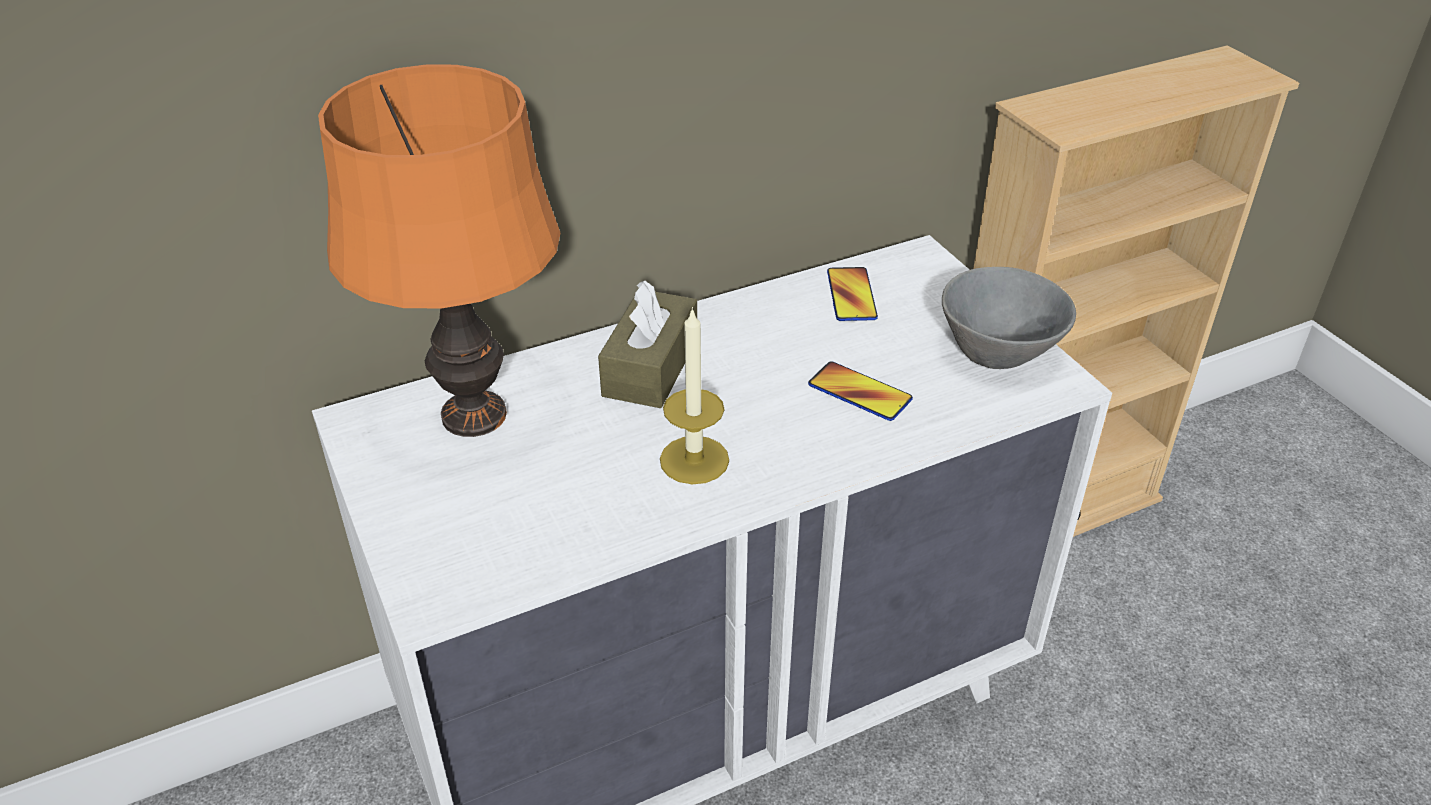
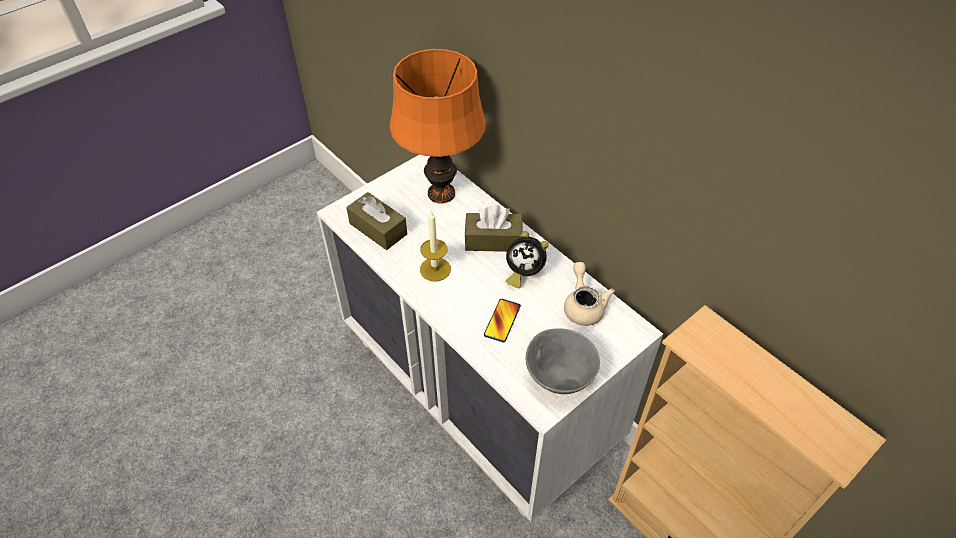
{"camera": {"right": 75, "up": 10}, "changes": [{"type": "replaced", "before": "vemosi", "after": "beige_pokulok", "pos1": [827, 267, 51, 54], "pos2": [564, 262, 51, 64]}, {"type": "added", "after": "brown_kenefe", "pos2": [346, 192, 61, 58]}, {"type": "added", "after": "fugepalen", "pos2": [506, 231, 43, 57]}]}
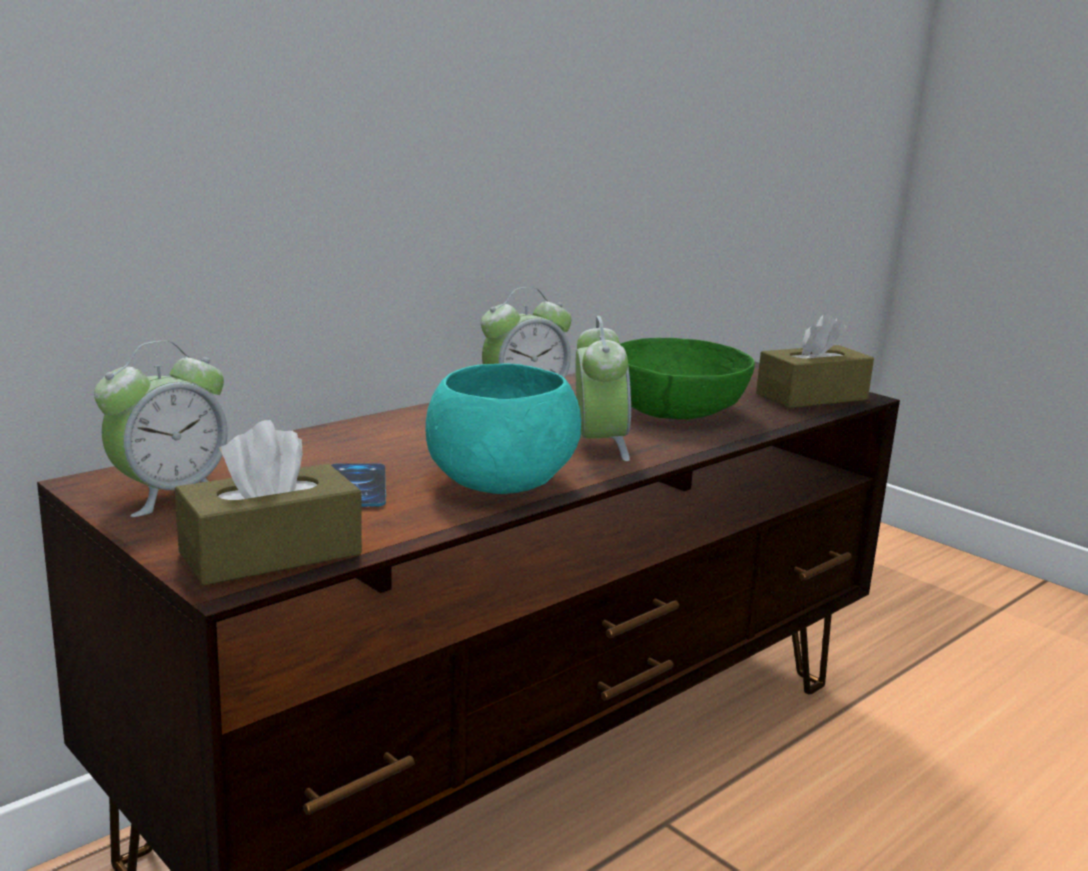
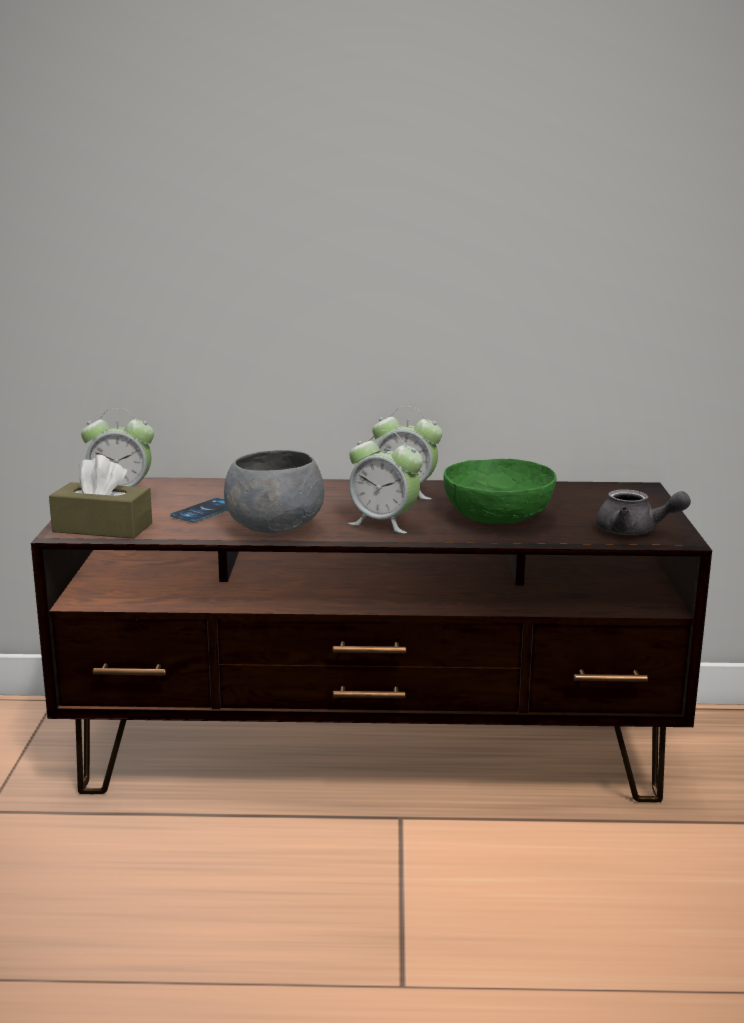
{"camera": {"right": 45, "up": 0}, "changes": [{"type": "replaced", "before": "brown_kenefe", "after": "grey_pokulok", "pos1": [756, 313, 118, 95], "pos2": [596, 489, 95, 46]}, {"type": "turned", "before": "fugepalen", "pos1": [575, 316, 56, 145], "pos2": [348, 431, 75, 102], "turn": 75}, {"type": "recoloured", "before": "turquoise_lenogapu", "after": "grey_lenogapu", "pos1": [425, 364, 156, 130], "pos2": [224, 450, 101, 83]}]}
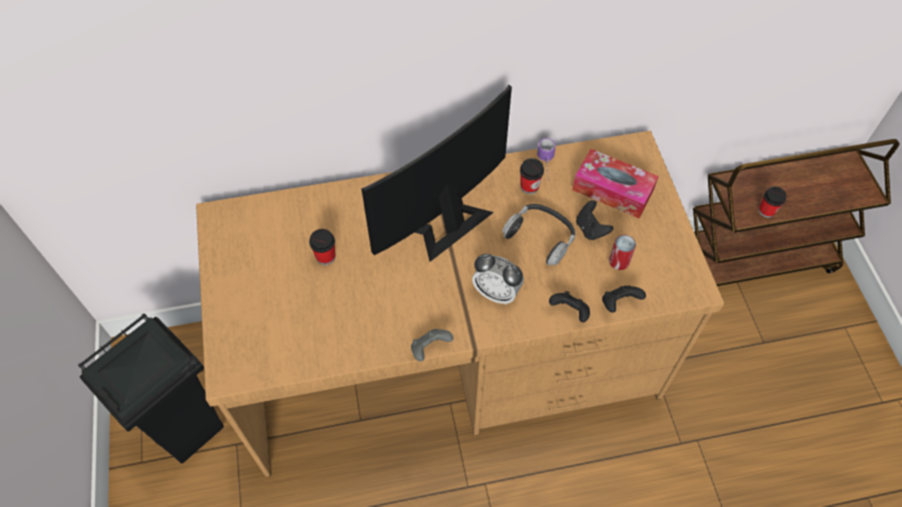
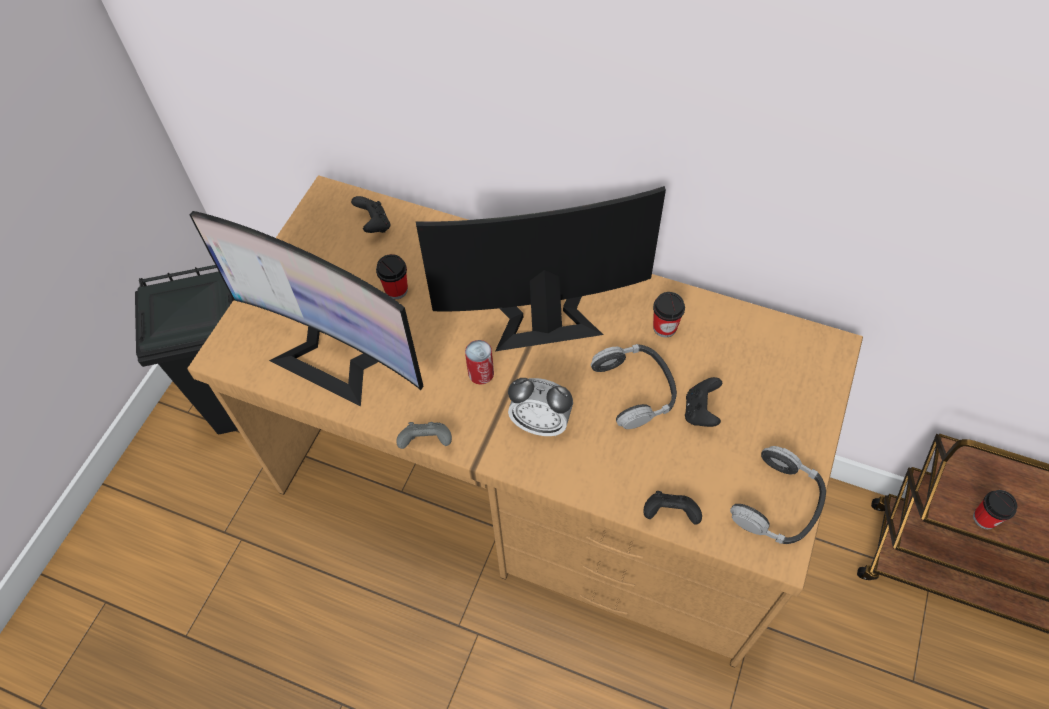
{"camera": {"right": 35, "up": 0}, "changes": [{"type": "removed", "before": "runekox", "pos1": [537, 138, 19, 43]}, {"type": "removed", "before": "kenefe", "pos1": [572, 149, 87, 69]}, {"type": "moved", "before": "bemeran", "pos1": [609, 235, 27, 35], "pos2": [465, 340, 29, 45]}, {"type": "turned", "before": "fugepalen", "pos1": [472, 254, 52, 51], "pos2": [508, 378, 65, 58], "turn": -45}, {"type": "moved", "before": "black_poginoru", "pos1": [549, 291, 41, 31], "pos2": [351, 196, 39, 37]}, {"type": "added", "after": "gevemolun", "pos2": [189, 211, 235, 195]}, {"type": "added", "after": "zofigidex", "pos2": [730, 446, 96, 98]}]}
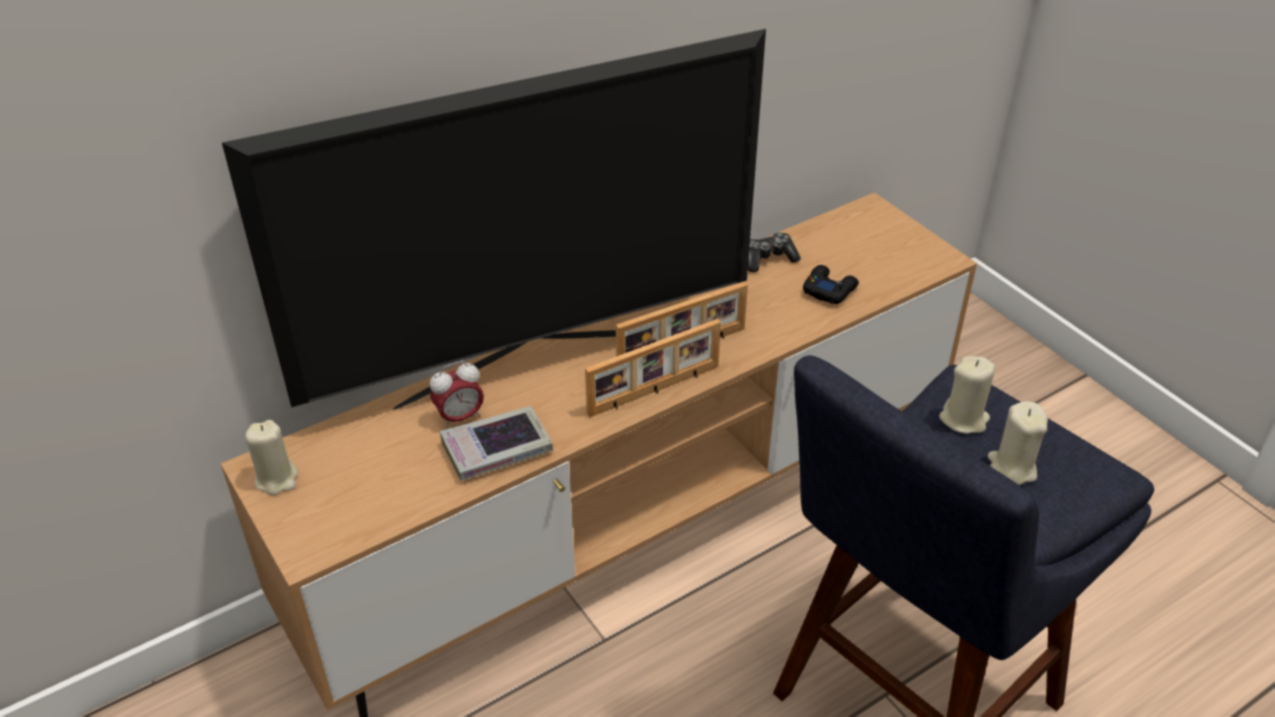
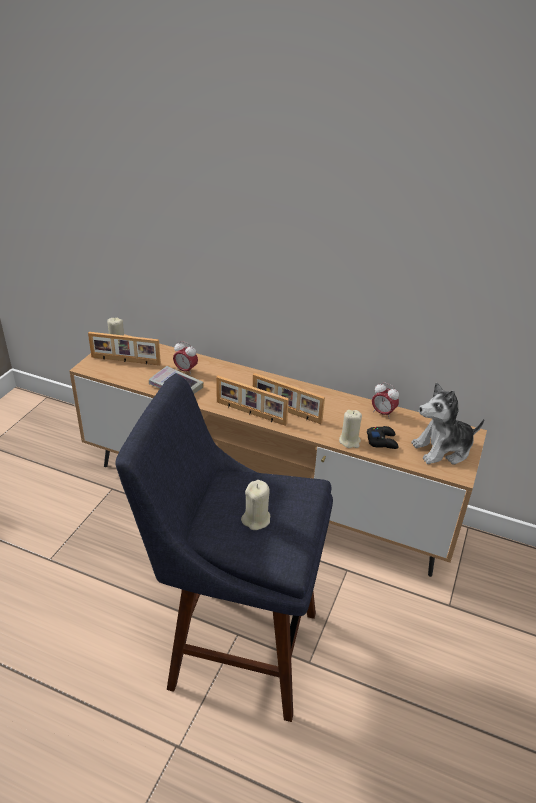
{"camera": {"right": 55, "up": -5}, "changes": [{"type": "removed", "before": "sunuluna", "pos1": [222, 29, 544, 381]}, {"type": "replaced", "before": "poginoru", "after": "fugepalen", "pos1": [748, 232, 53, 40], "pos2": [372, 382, 27, 37]}, {"type": "moved", "before": "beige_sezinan", "pos1": [939, 356, 56, 78], "pos2": [339, 410, 23, 38]}, {"type": "added", "after": "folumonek", "pos2": [88, 332, 73, 33]}, {"type": "added", "after": "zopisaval", "pos2": [411, 382, 73, 83]}]}
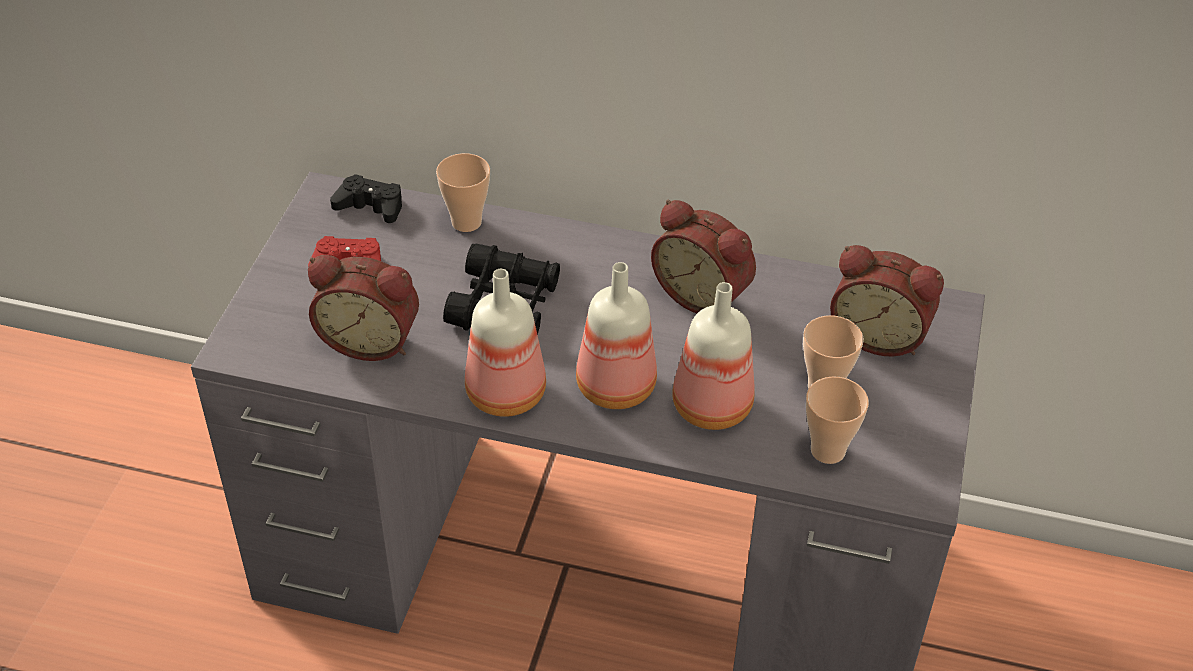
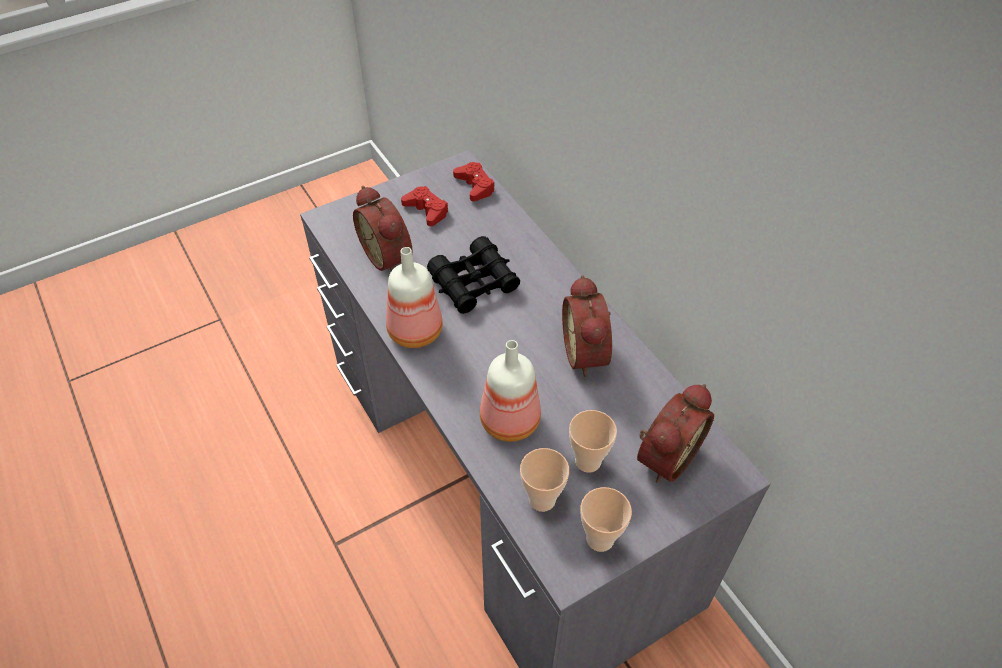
{"camera": {"right": 45, "up": 5}, "changes": [{"type": "moved", "before": "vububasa", "pos1": [436, 153, 54, 79], "pos2": [581, 487, 51, 65]}, {"type": "recoloured", "before": "black_poginoru", "after": "red_poginoru", "pos1": [330, 174, 72, 49], "pos2": [453, 162, 42, 39]}, {"type": "turned", "before": "fugepalen", "pos1": [830, 245, 114, 111], "pos2": [637, 384, 77, 99], "turn": -120}, {"type": "removed", "before": "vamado", "pos1": [576, 262, 81, 147]}]}
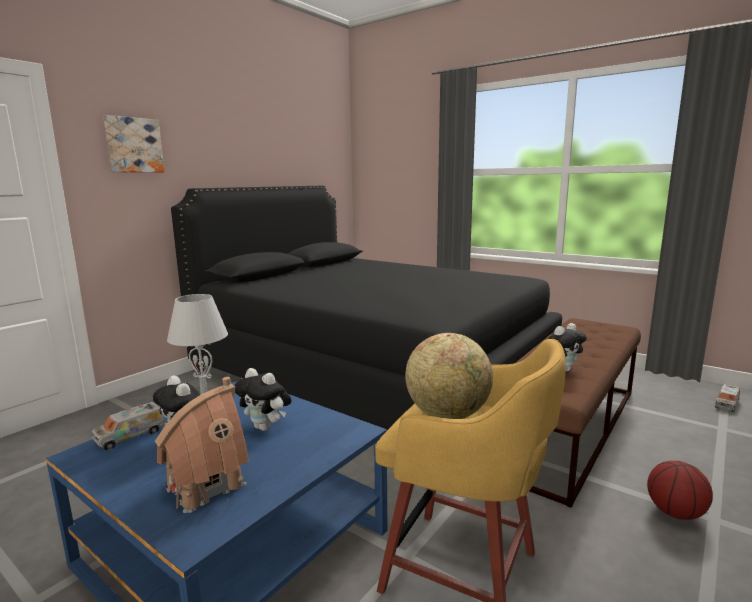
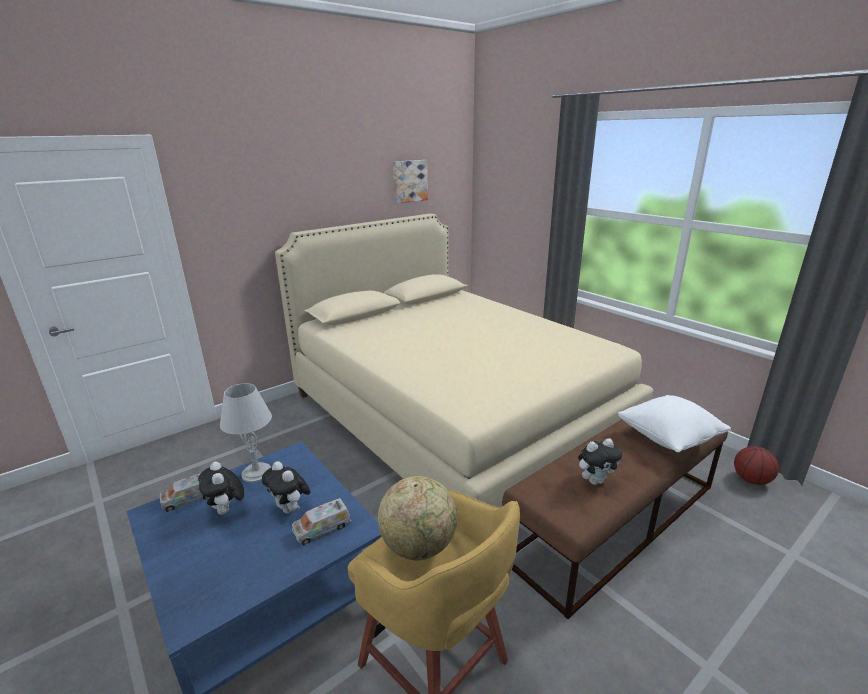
{"camera": {"right": 15, "up": 10}, "changes": [{"type": "moved", "before": "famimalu", "pos1": [103, 115, 62, 58], "pos2": [393, 160, 35, 44]}, {"type": "recoloured", "before": "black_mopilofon", "after": "beige_mopilofon", "pos1": [171, 186, 391, 244], "pos2": [275, 214, 378, 293]}, {"type": "removed", "before": "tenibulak", "pos1": [155, 377, 94, 136]}, {"type": "moved", "before": "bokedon", "pos1": [715, 384, 25, 28], "pos2": [292, 498, 59, 47]}, {"type": "moved", "before": "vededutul", "pos1": [647, 461, 66, 59], "pos2": [734, 446, 45, 39]}, {"type": "added", "after": "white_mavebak", "pos2": [618, 395, 113, 57]}]}
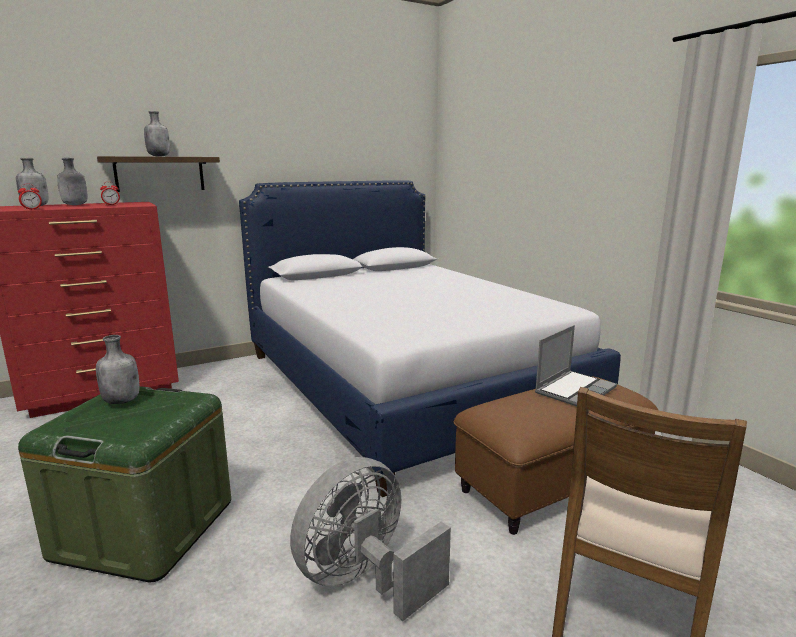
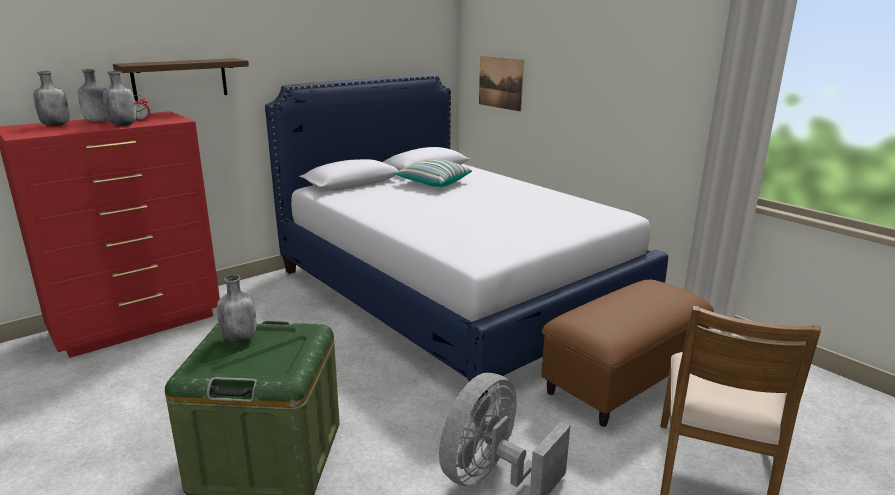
{"camera": {"right": -10, "up": 5}, "changes": [{"type": "moved", "before": "grey_vamado", "pos1": [144, 111, 26, 46], "pos2": [103, 71, 34, 55]}, {"type": "removed", "before": "fugepalen", "pos1": [18, 184, 24, 26]}, {"type": "removed", "before": "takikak", "pos1": [535, 325, 82, 81]}, {"type": "added", "after": "famimalu", "pos2": [479, 56, 45, 56]}, {"type": "added", "after": "mavebak", "pos2": [394, 159, 78, 28]}]}
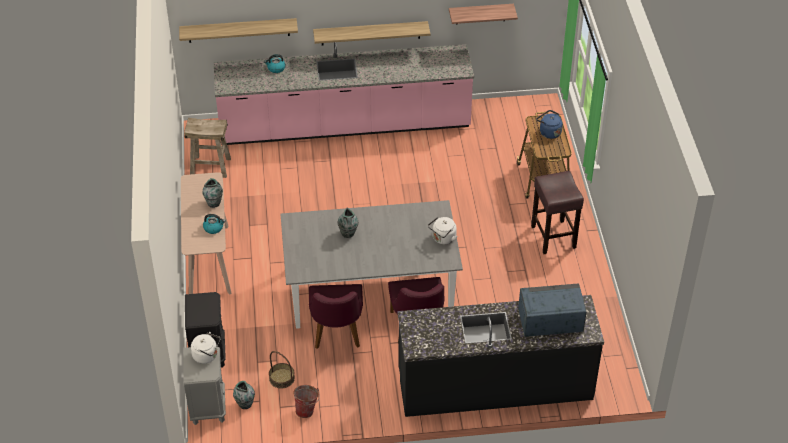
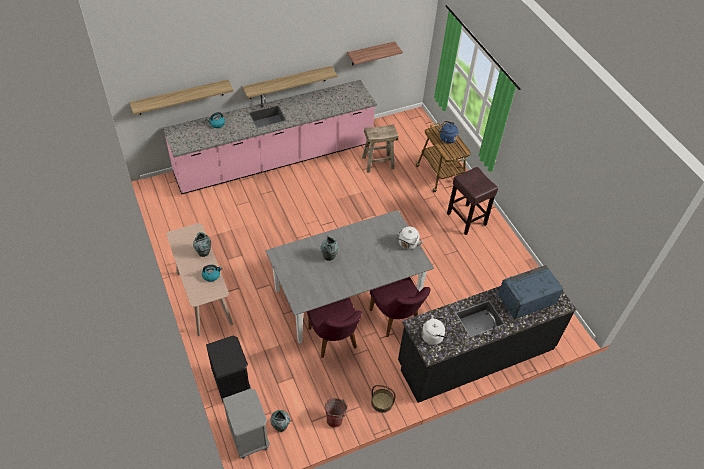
{"camera": {"right": -20, "up": 5}, "changes": [{"type": "moved", "before": "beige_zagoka", "pos1": [184, 118, 47, 60], "pos2": [362, 124, 36, 49]}, {"type": "moved", "before": "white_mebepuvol", "pos1": [191, 332, 30, 32], "pos2": [421, 315, 27, 30]}, {"type": "moved", "before": "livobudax", "pos1": [269, 351, 26, 37], "pos2": [371, 385, 25, 28]}]}
